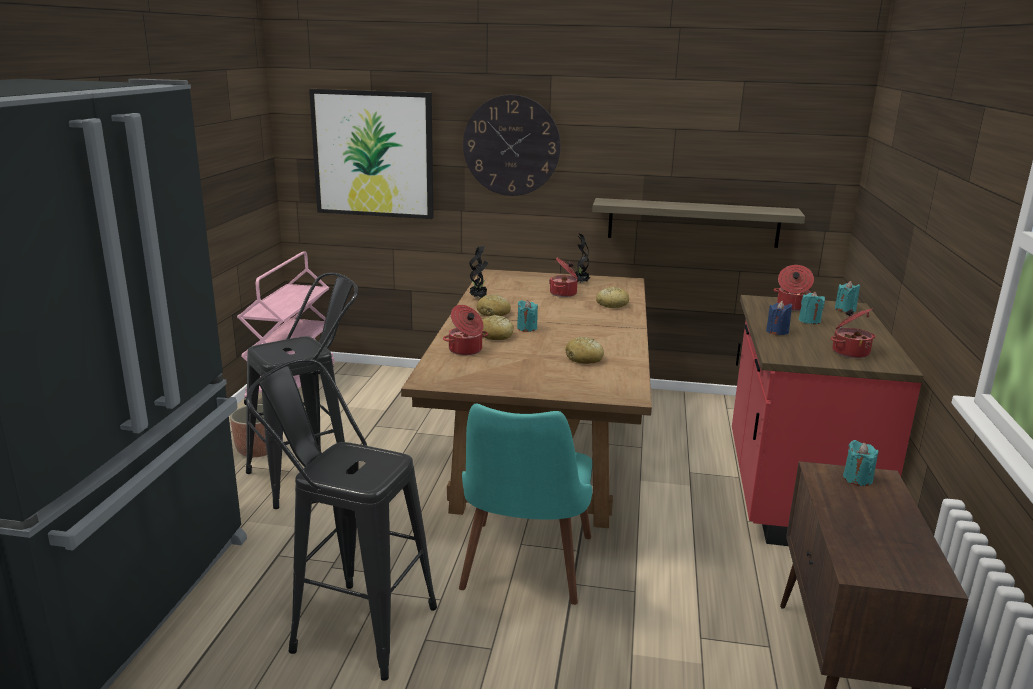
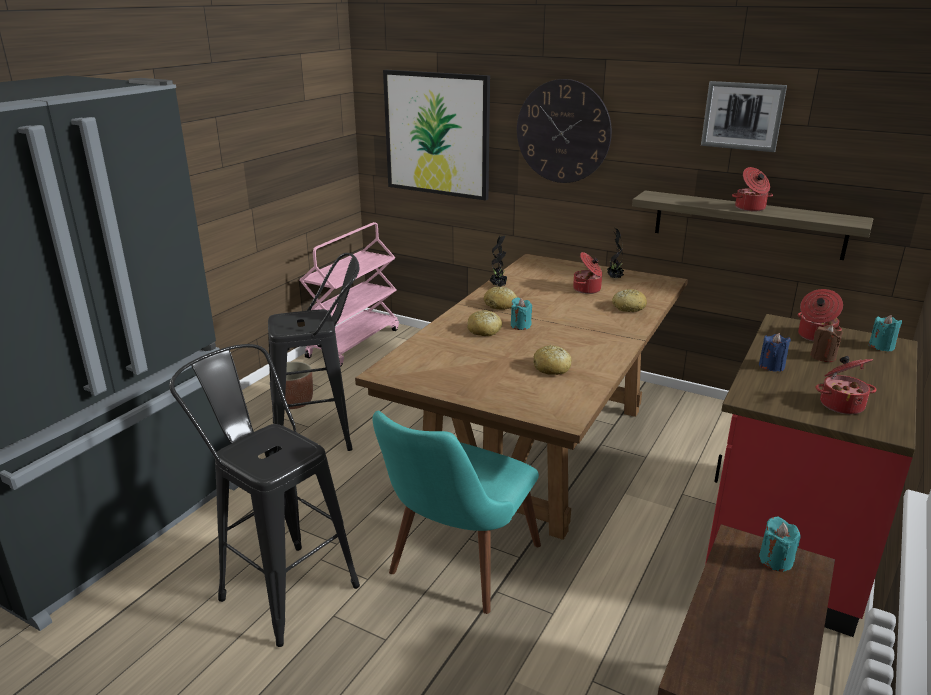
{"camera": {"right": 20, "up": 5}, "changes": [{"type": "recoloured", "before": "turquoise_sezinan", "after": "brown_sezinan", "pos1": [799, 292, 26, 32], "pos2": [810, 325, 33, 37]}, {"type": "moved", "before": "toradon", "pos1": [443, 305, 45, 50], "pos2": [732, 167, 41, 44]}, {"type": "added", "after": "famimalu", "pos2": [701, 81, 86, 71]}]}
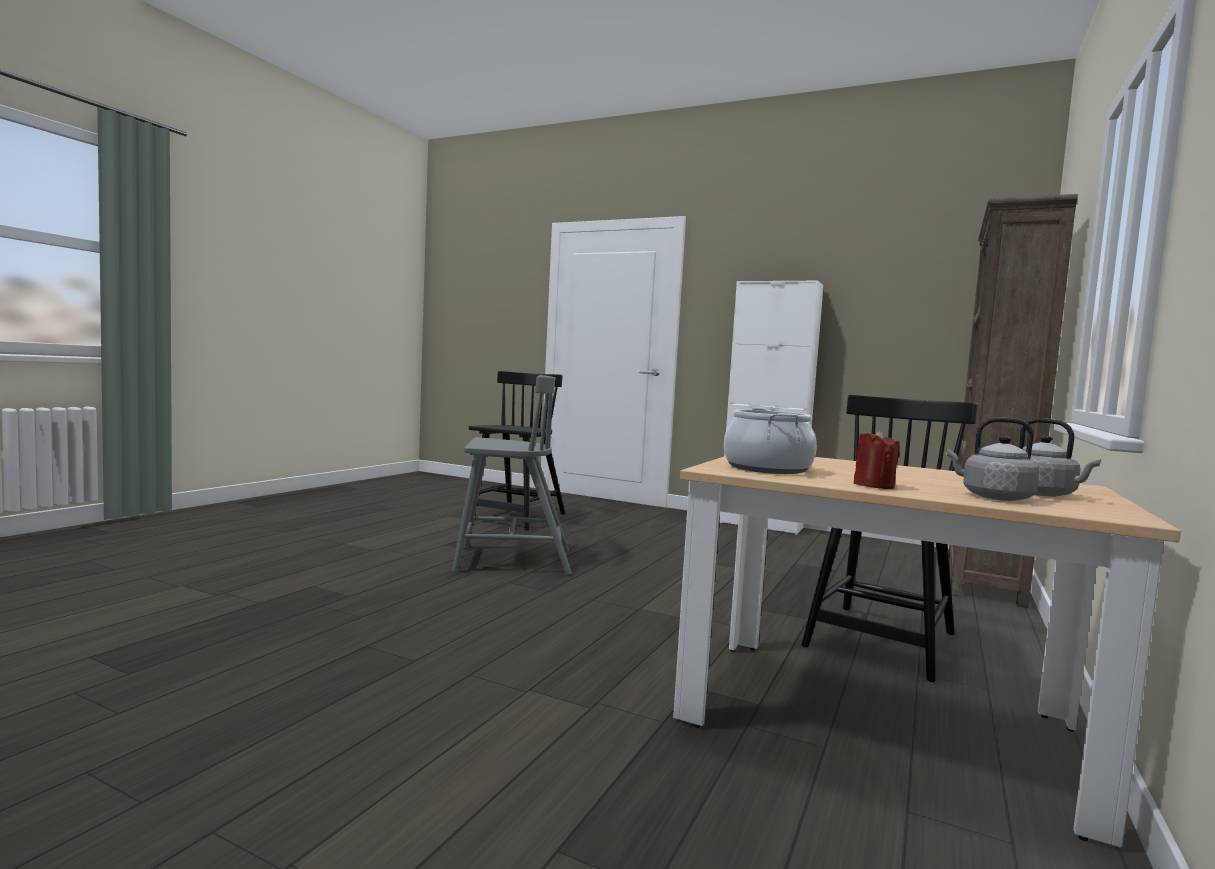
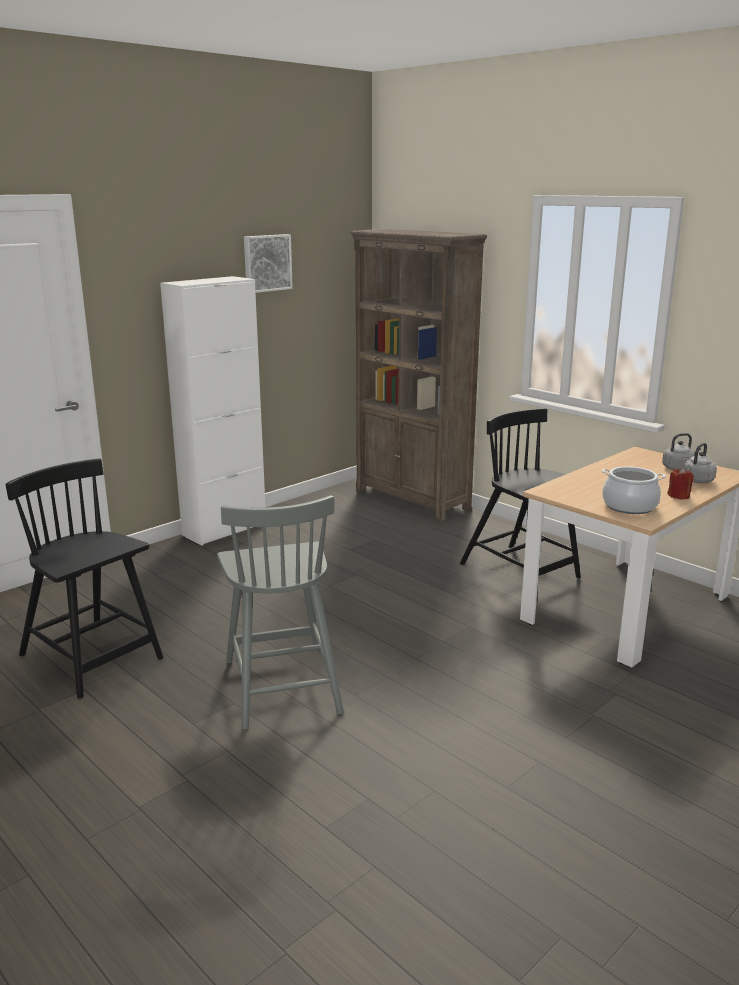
{"camera": {"right": -70, "up": 15}, "changes": [{"type": "turned", "before": "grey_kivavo", "pos1": [452, 375, 120, 200], "pos2": [217, 495, 127, 235], "turn": 150}, {"type": "added", "after": "famimalu", "pos2": [244, 234, 49, 59]}]}
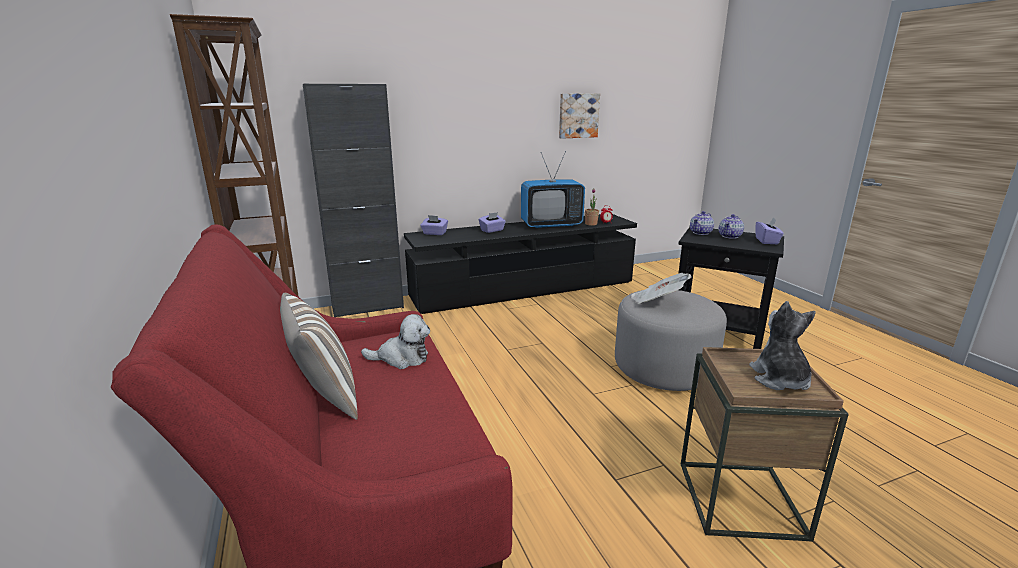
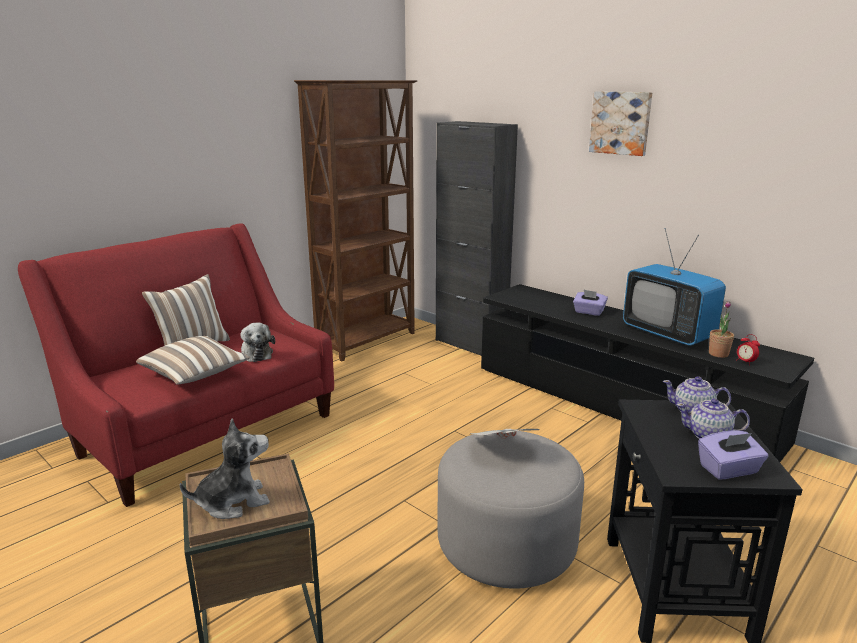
{"camera": {"right": 65, "up": 0}, "changes": [{"type": "moved", "before": "famimalu", "pos1": [559, 94, 41, 45], "pos2": [589, 91, 63, 65]}, {"type": "removed", "before": "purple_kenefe", "pos1": [420, 215, 28, 20]}, {"type": "added", "after": "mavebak", "pos2": [136, 336, 114, 48]}]}
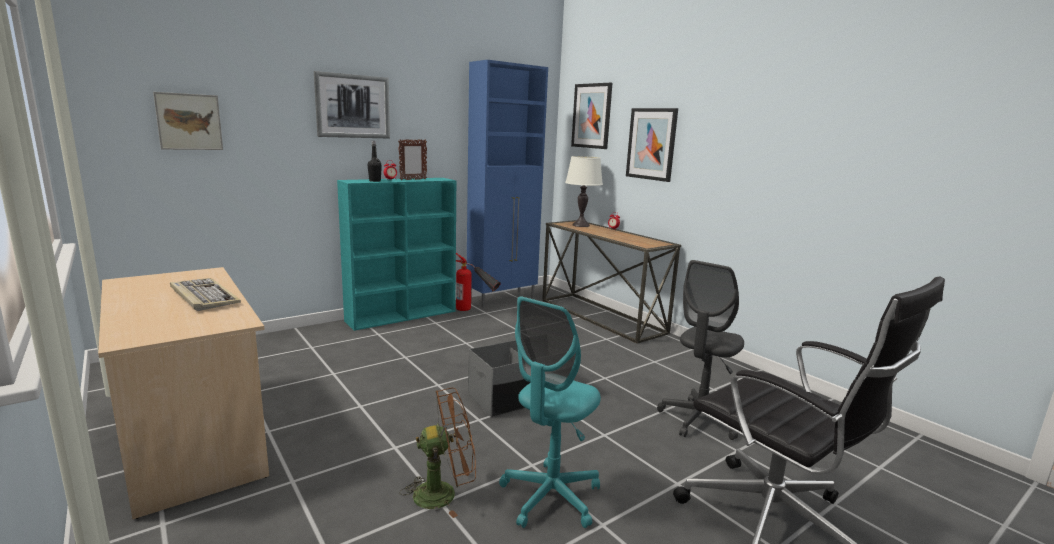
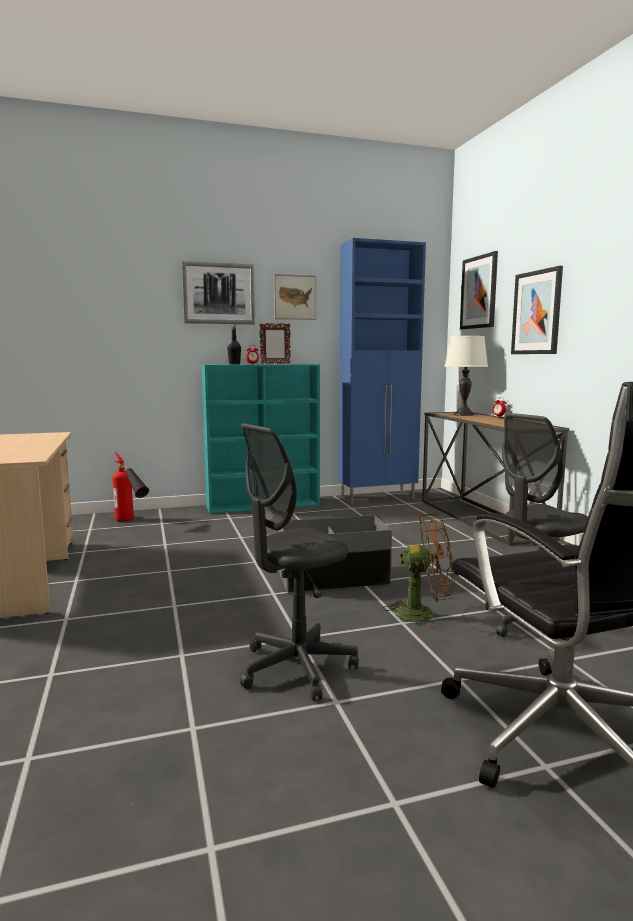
{"camera": {"right": 20, "up": -5}, "changes": [{"type": "moved", "before": "famimalu", "pos1": [153, 92, 70, 58], "pos2": [274, 274, 42, 46]}, {"type": "moved", "before": "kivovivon", "pos1": [456, 253, 45, 58], "pos2": [112, 452, 37, 69]}, {"type": "removed", "before": "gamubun", "pos1": [170, 278, 71, 33]}, {"type": "recoloured", "before": "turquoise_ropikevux", "after": "grey_ropikevux", "pos1": [499, 296, 102, 232], "pos2": [240, 423, 119, 278]}, {"type": "moved", "before": "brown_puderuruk", "pos1": [400, 388, 76, 130], "pos2": [383, 513, 72, 117]}]}
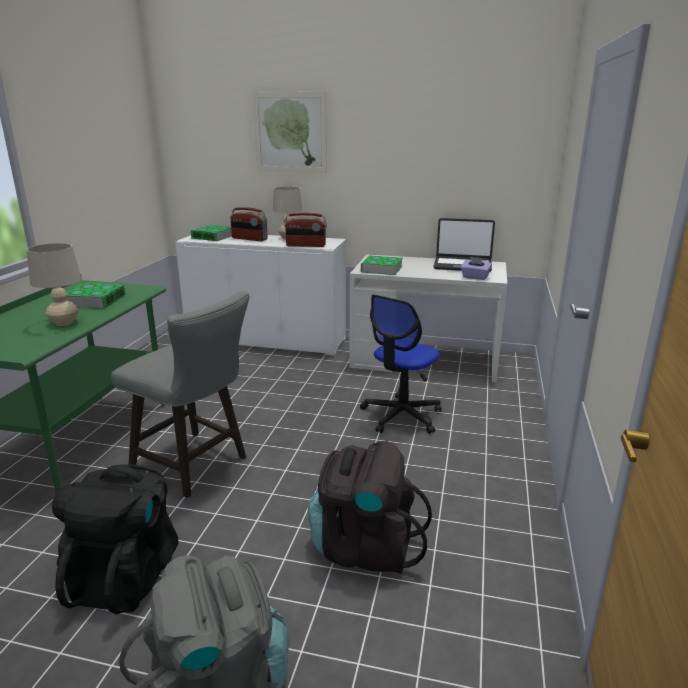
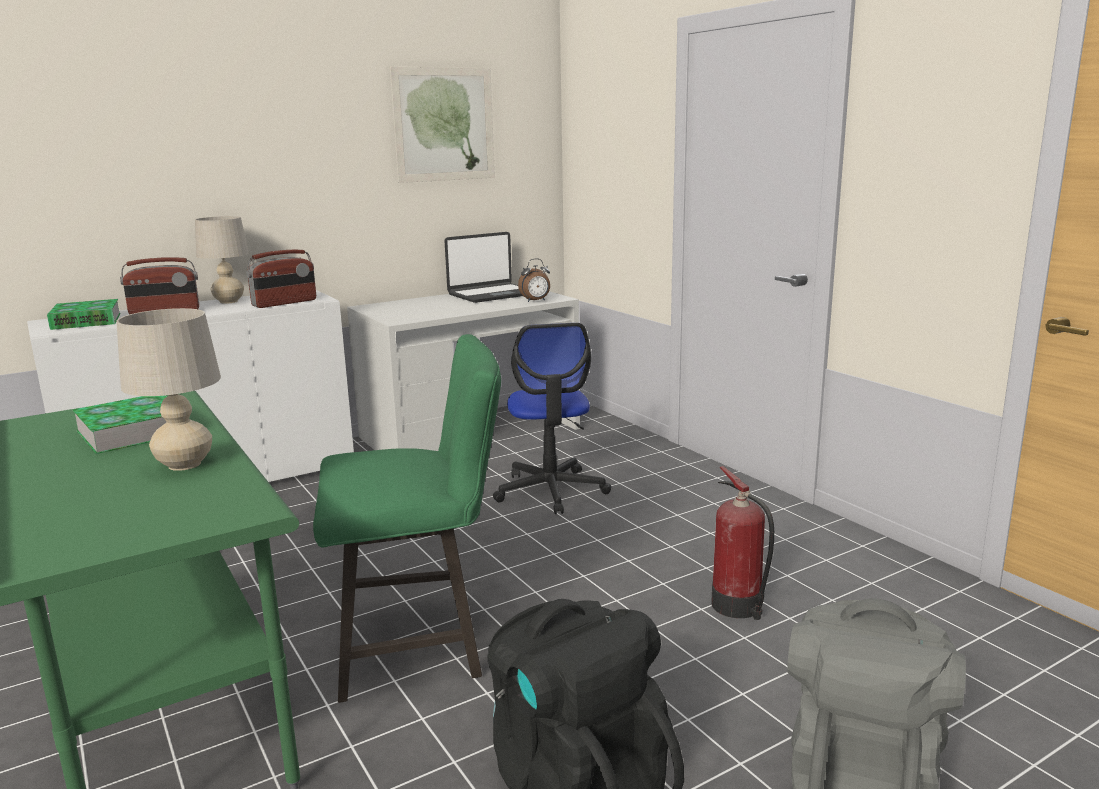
{"camera": {"right": -45, "up": -5}, "changes": [{"type": "moved", "before": "famimalu", "pos1": [253, 92, 74, 81], "pos2": [390, 67, 105, 116]}, {"type": "removed", "before": "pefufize", "pos1": [361, 255, 41, 20]}, {"type": "replaced", "before": "purple_kenefe", "after": "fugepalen", "pos1": [461, 257, 31, 23], "pos2": [518, 258, 32, 44]}, {"type": "recoloured", "before": "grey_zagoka", "after": "green_zagoka", "pos1": [111, 291, 138, 207], "pos2": [313, 334, 188, 369]}, {"type": "replaced", "before": "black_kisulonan", "after": "kivovivon", "pos1": [308, 441, 124, 133], "pos2": [711, 466, 63, 154]}]}
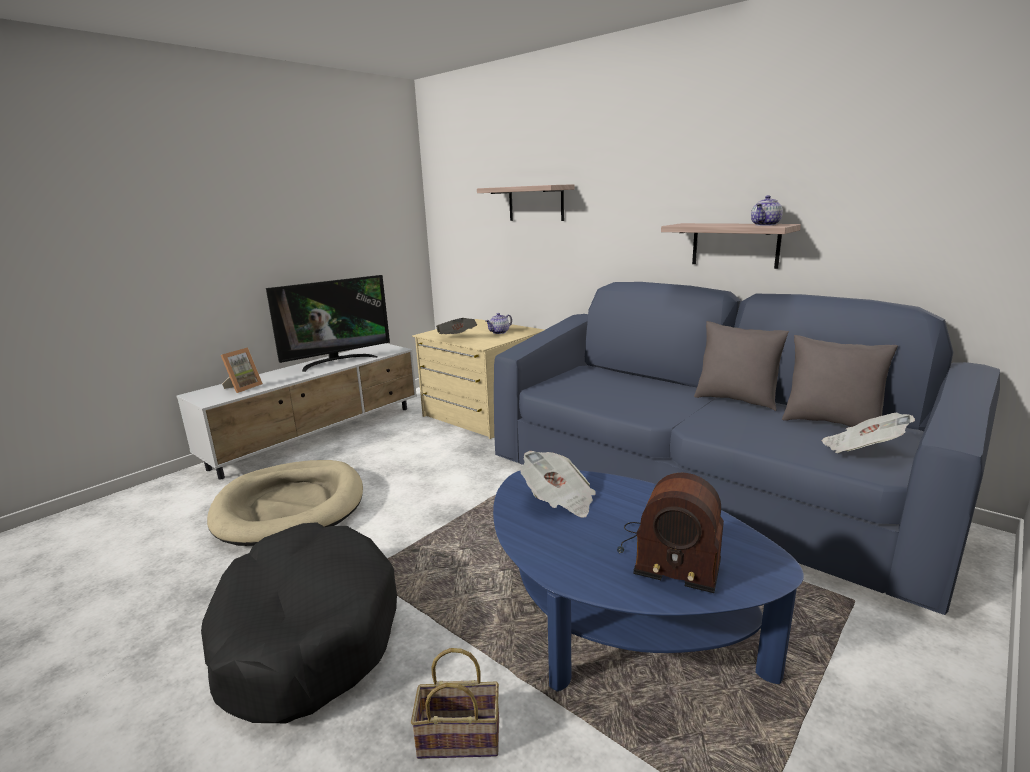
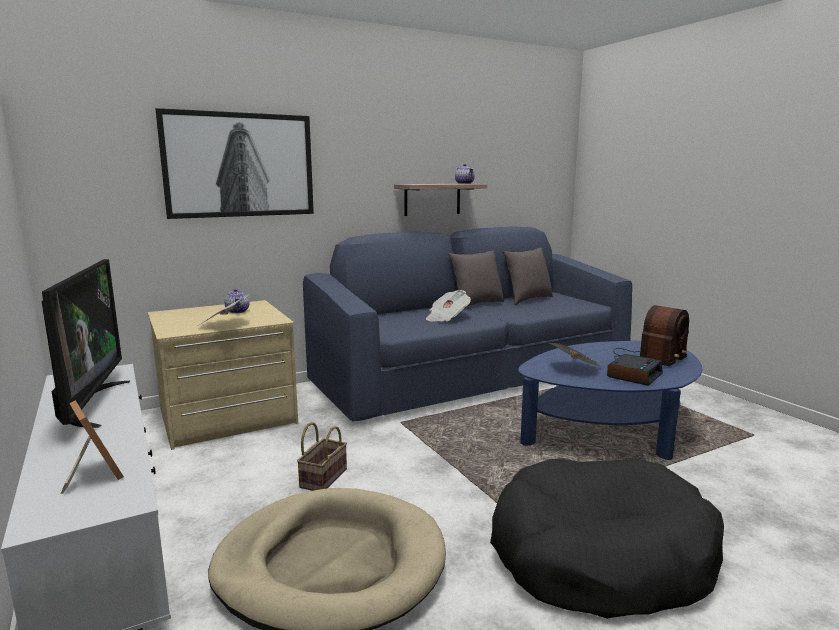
{"camera": {"right": -70, "up": -5}, "changes": [{"type": "replaced", "before": "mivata", "after": "famimalu", "pos1": [477, 184, 97, 37], "pos2": [155, 108, 159, 111]}, {"type": "moved", "before": "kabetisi", "pos1": [822, 413, 93, 40], "pos2": [426, 290, 45, 32]}, {"type": "moved", "before": "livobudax", "pos1": [411, 648, 88, 111], "pos2": [297, 422, 50, 69]}, {"type": "added", "after": "fugepalen", "pos2": [607, 354, 56, 32]}]}
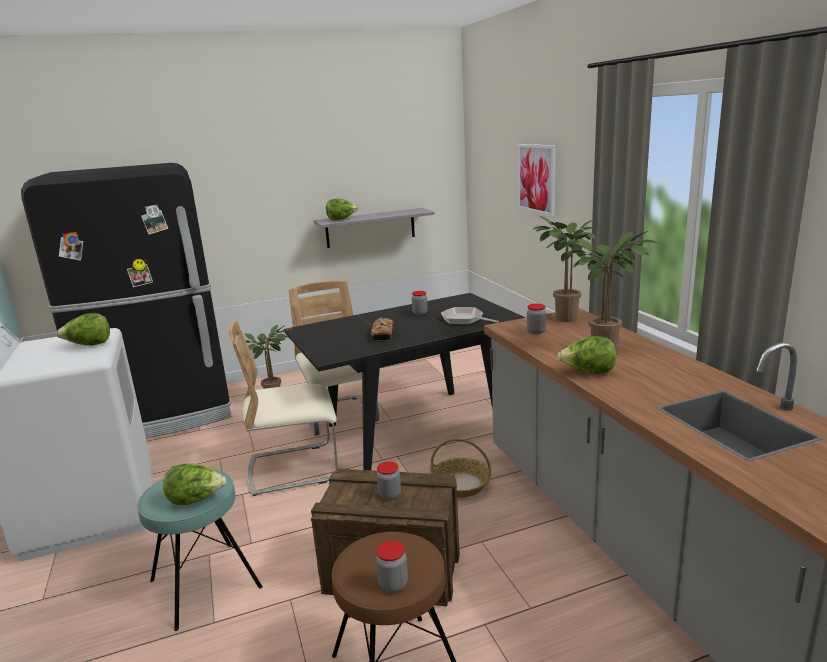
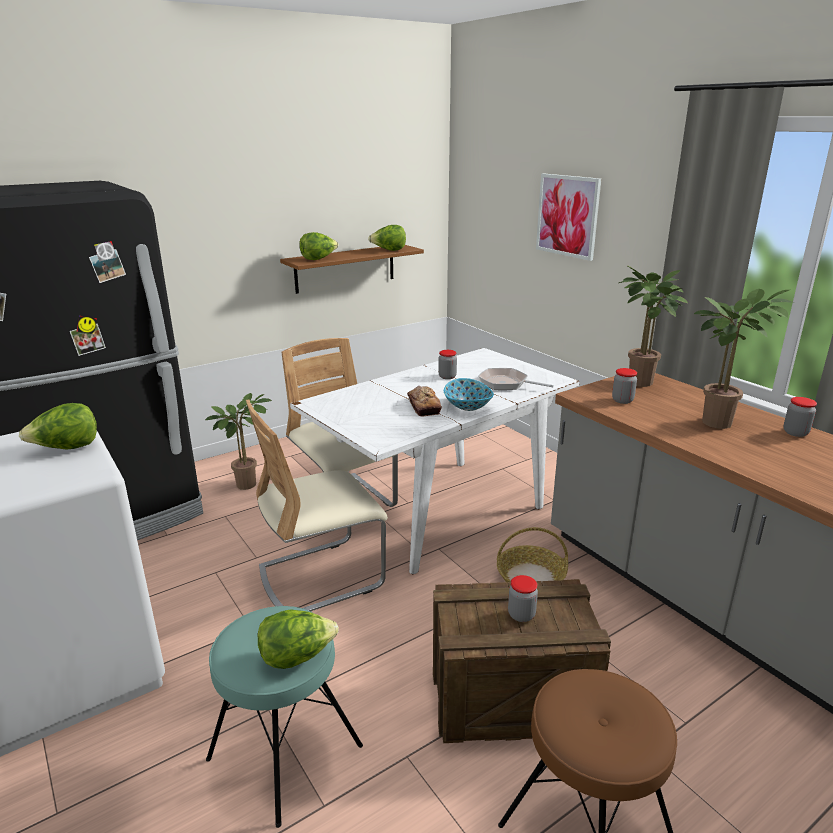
{"camera": {"right": -15, "up": 5}, "changes": [{"type": "recoloured", "before": "grey_mivata", "after": "brown_mivata", "pos1": [314, 208, 120, 40], "pos2": [280, 245, 144, 49]}, {"type": "recoloured", "before": "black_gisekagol", "after": "white_gisekagol", "pos1": [284, 293, 242, 177], "pos2": [290, 348, 290, 227]}, {"type": "moved", "before": "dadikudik", "pos1": [557, 336, 59, 38], "pos2": [368, 225, 38, 26]}, {"type": "moved", "before": "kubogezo", "pos1": [376, 540, 32, 53], "pos2": [783, 397, 34, 40]}, {"type": "added", "after": "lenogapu", "pos2": [444, 378, 50, 33]}]}
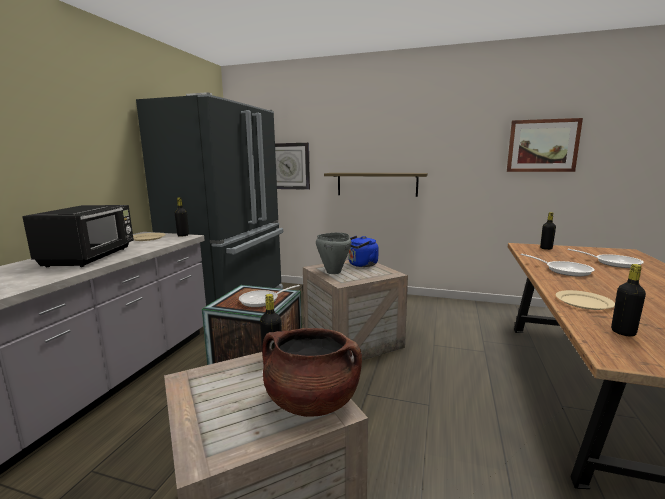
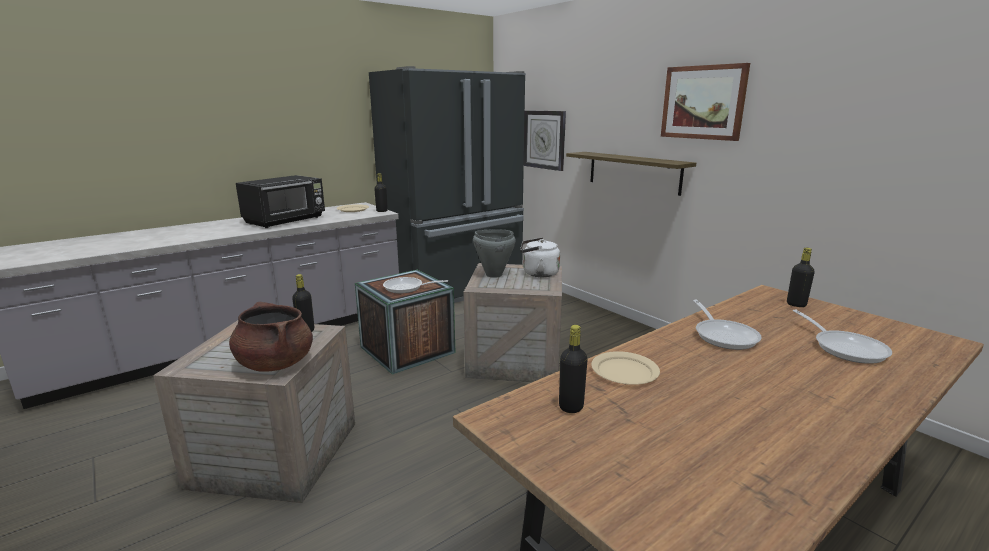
{"camera": {"right": 35, "up": 5}, "changes": [{"type": "moved", "before": "famimalu", "pos1": [507, 118, 76, 54], "pos2": [661, 63, 89, 78]}, {"type": "recoloured", "before": "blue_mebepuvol", "after": "white_mebepuvol", "pos1": [349, 236, 30, 31], "pos2": [520, 238, 40, 39]}]}
